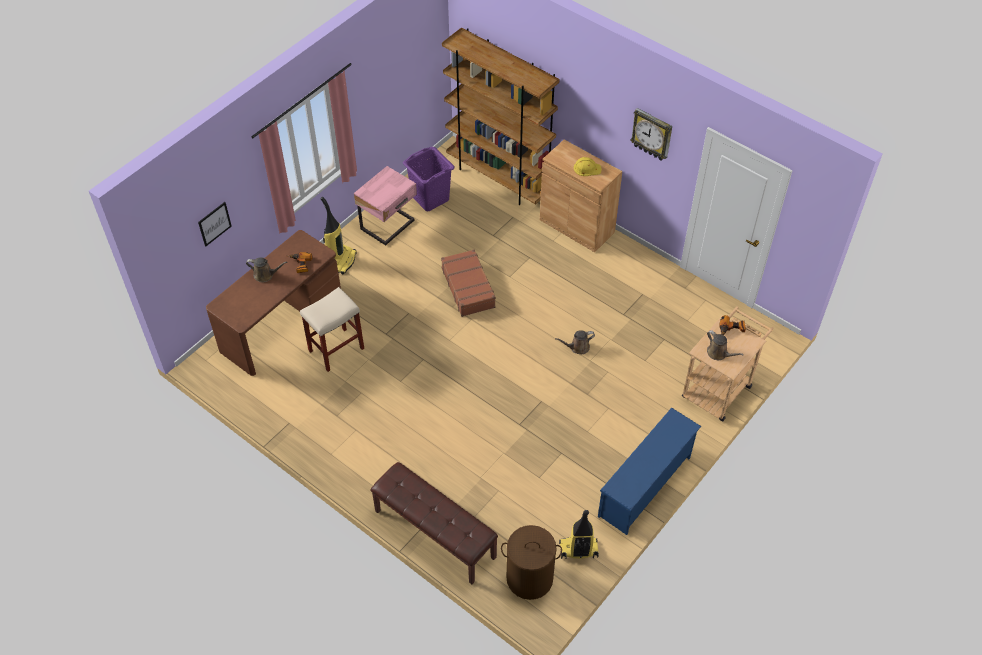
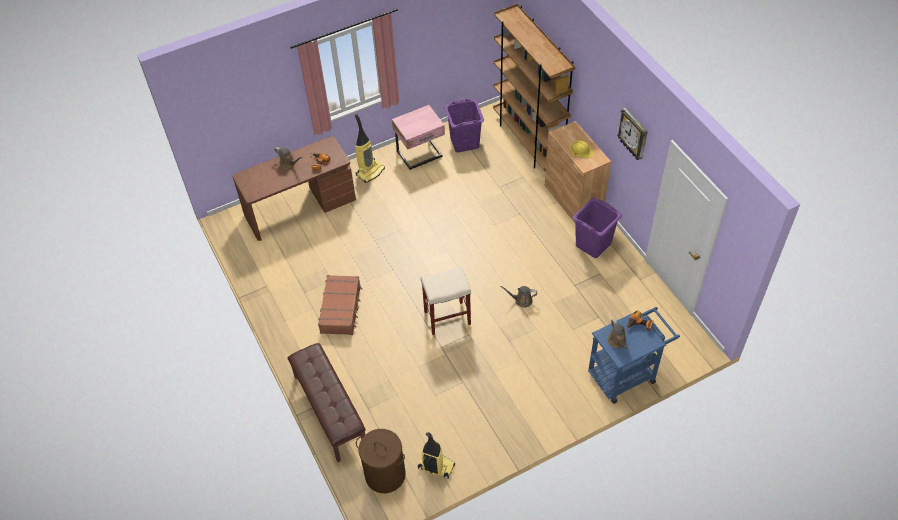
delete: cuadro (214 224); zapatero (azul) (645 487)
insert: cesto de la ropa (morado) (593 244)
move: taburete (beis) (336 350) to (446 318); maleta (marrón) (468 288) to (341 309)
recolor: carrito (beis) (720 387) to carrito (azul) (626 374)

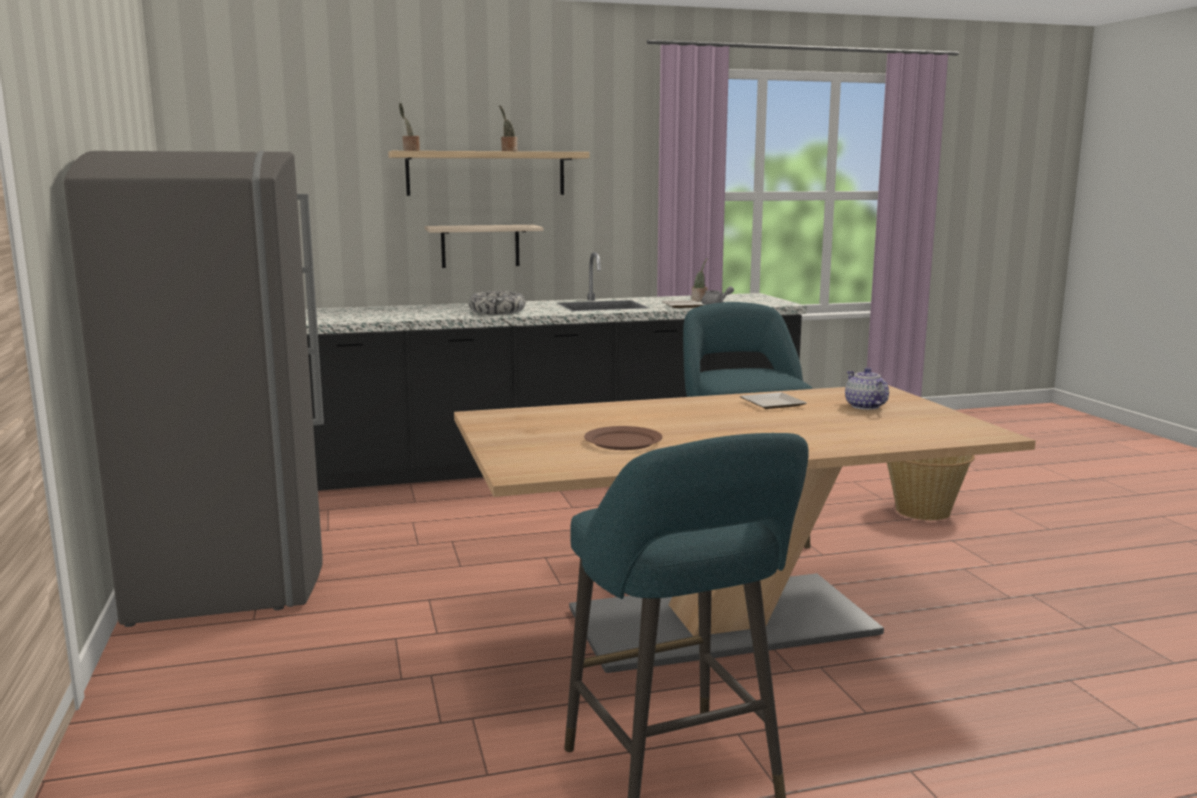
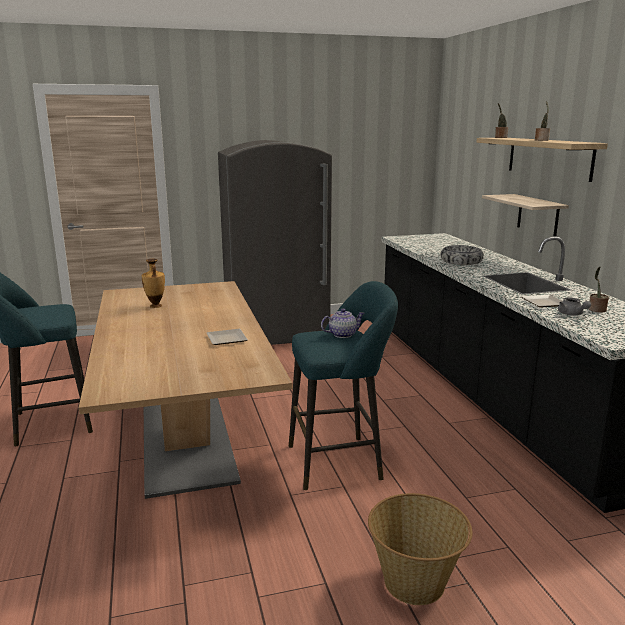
move: tetera (865 406) to (342 334)
replace: plato (marrón) (623 441) to florero (155 306)

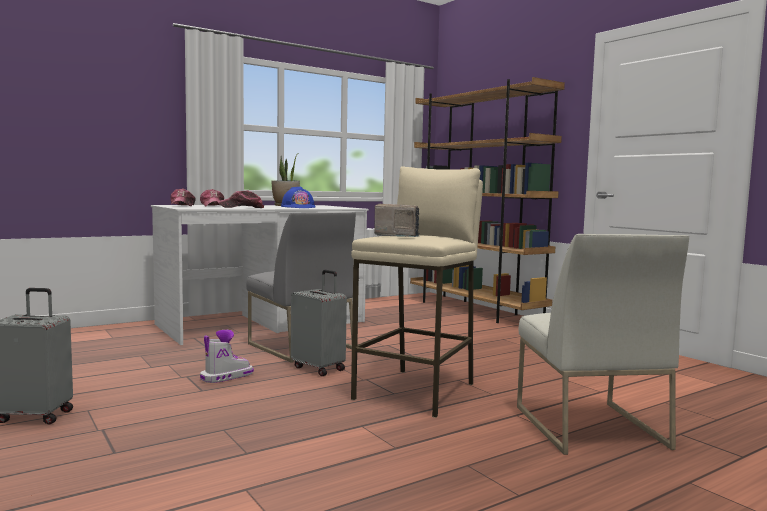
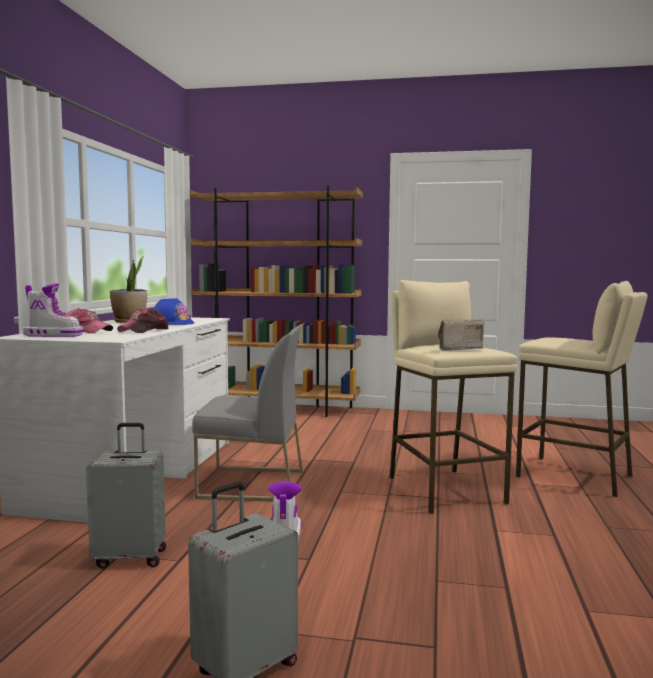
move: maleta (gris) (319 368) to (131 557)
replace: gorra (182 205) to bota (53 335); silla (blanco) (587 426) to taburete (beis) (575 476)

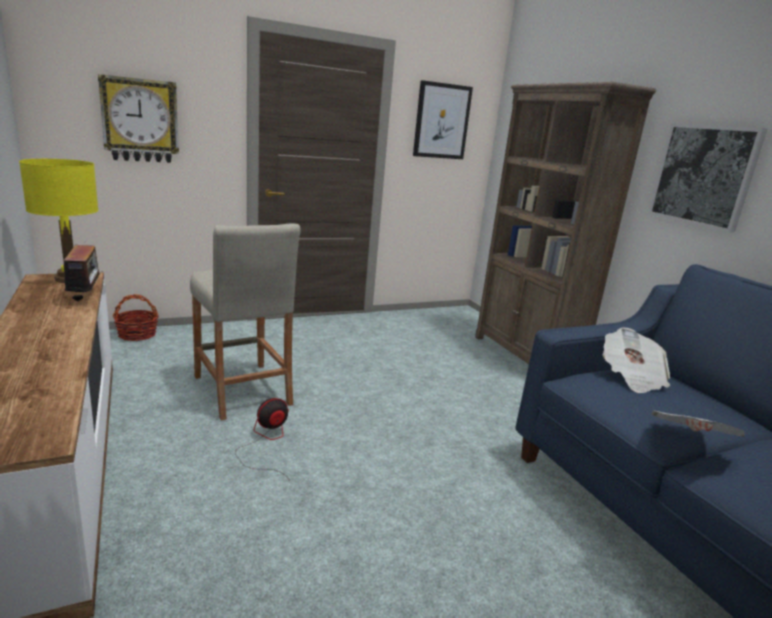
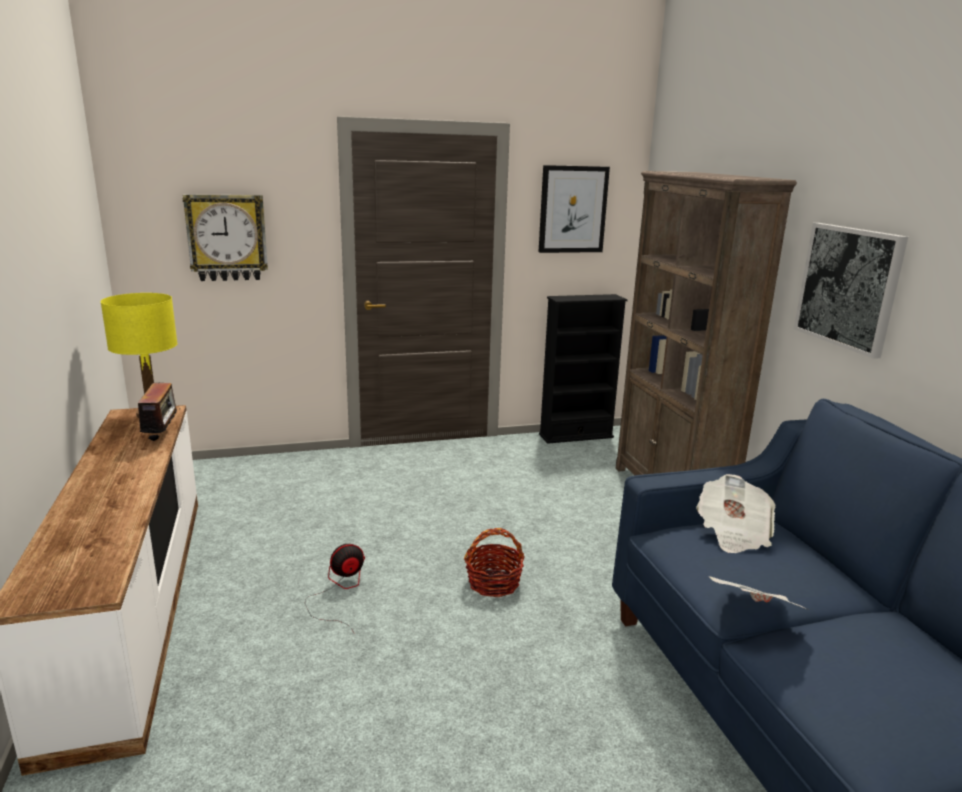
delete: taburete (beis) (242 390)
insert: estantería (negro) (576 436)
move: cesta (137 334) to (494 583)

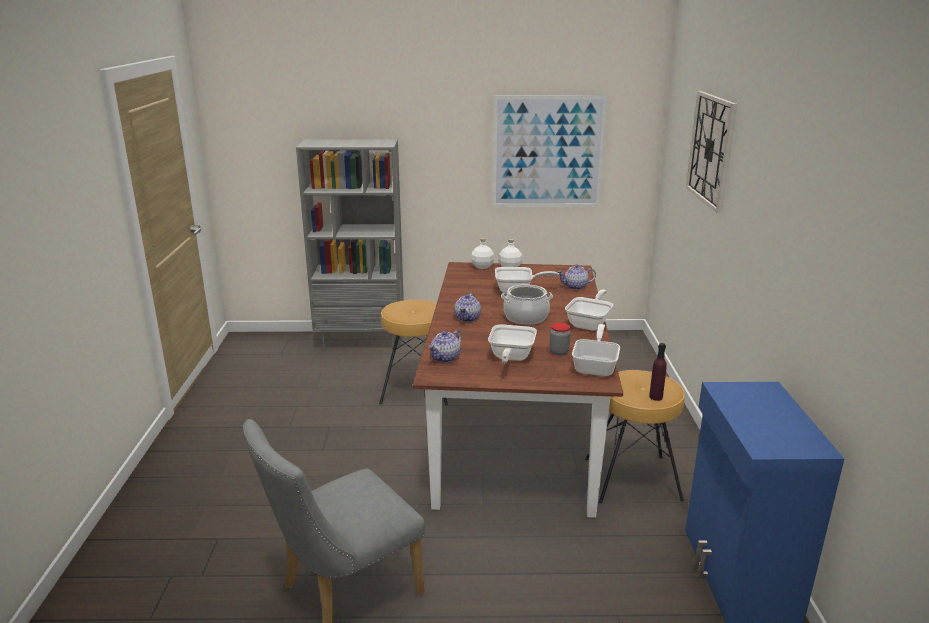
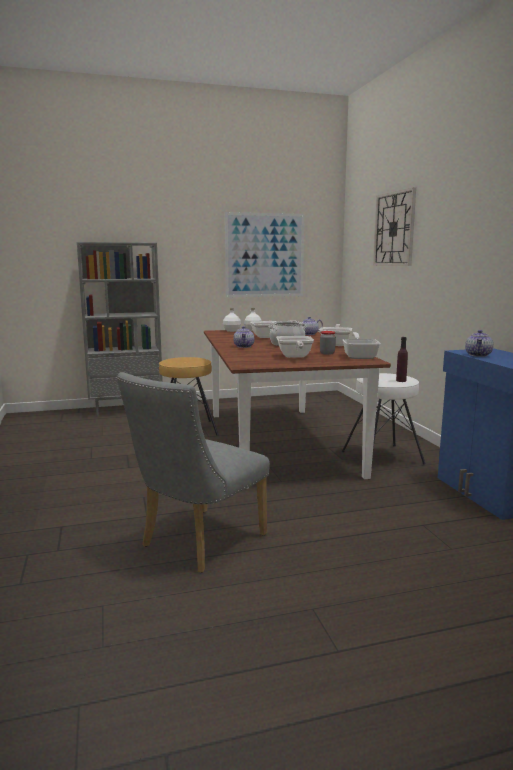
move: tetera (445 358) to (478 355)
recolor: taburete (marrón) (632 479) to taburete (blanco) (382 458)

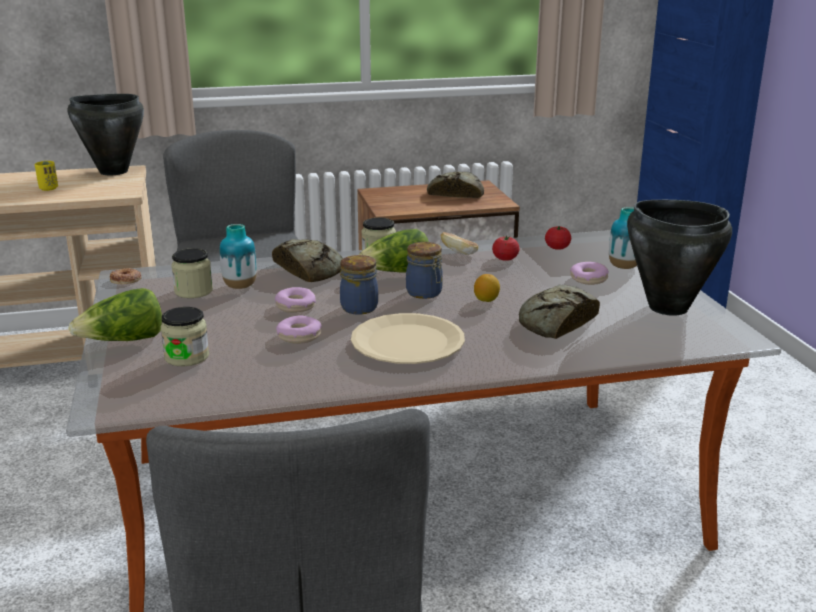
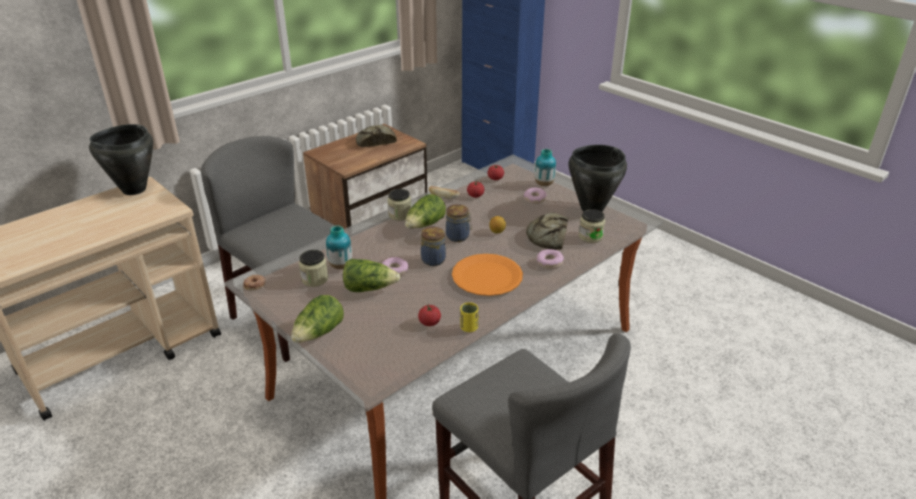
delete: pan (308 269)
insert: lechuga (369 288); tomate (429 322)
move: taza (amarillo) (48 188) to (469 328); tarro (187 357) to (590 236); rosquilla (299 336) to (549 262)
recolor: plato (beis) (407 342) to plato (naranja) (487 276)

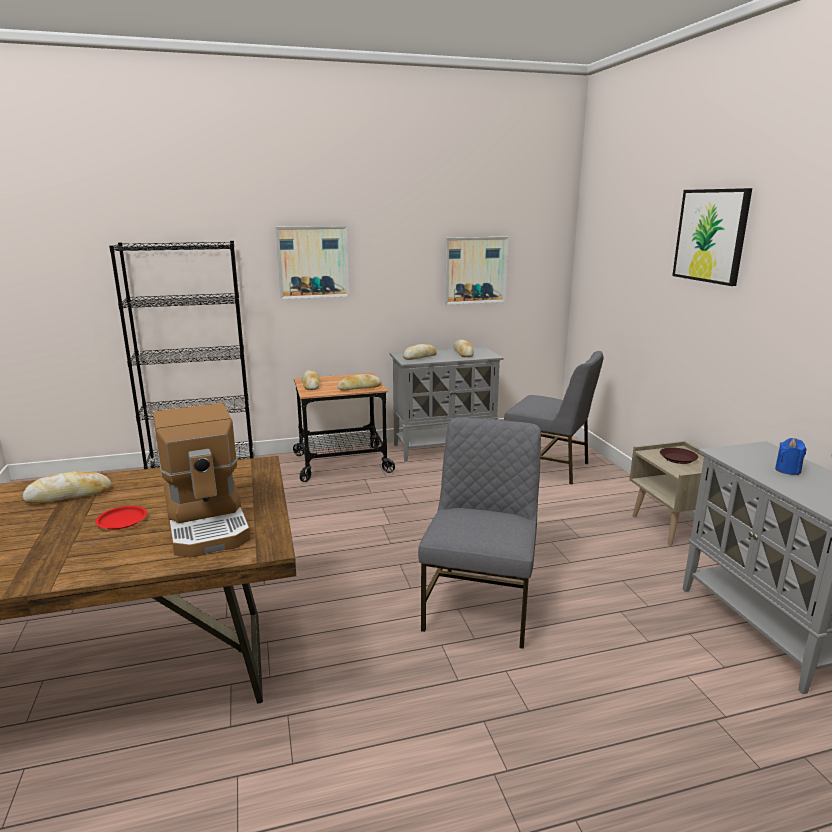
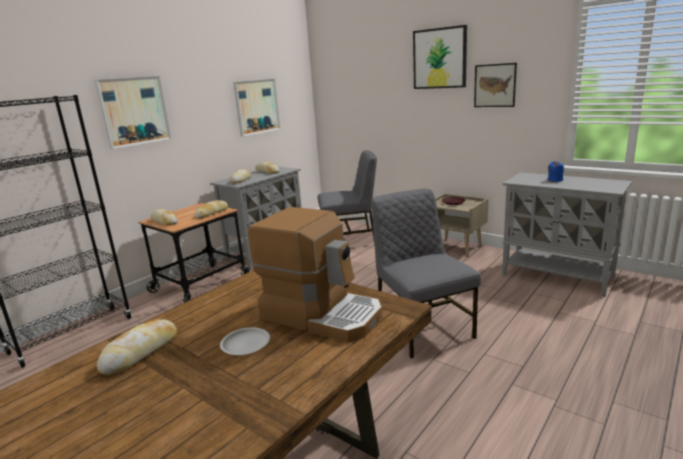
insert: cuadro (495 85)
recolor: plato (rojo) (121 521) to plato (blanco) (245 345)

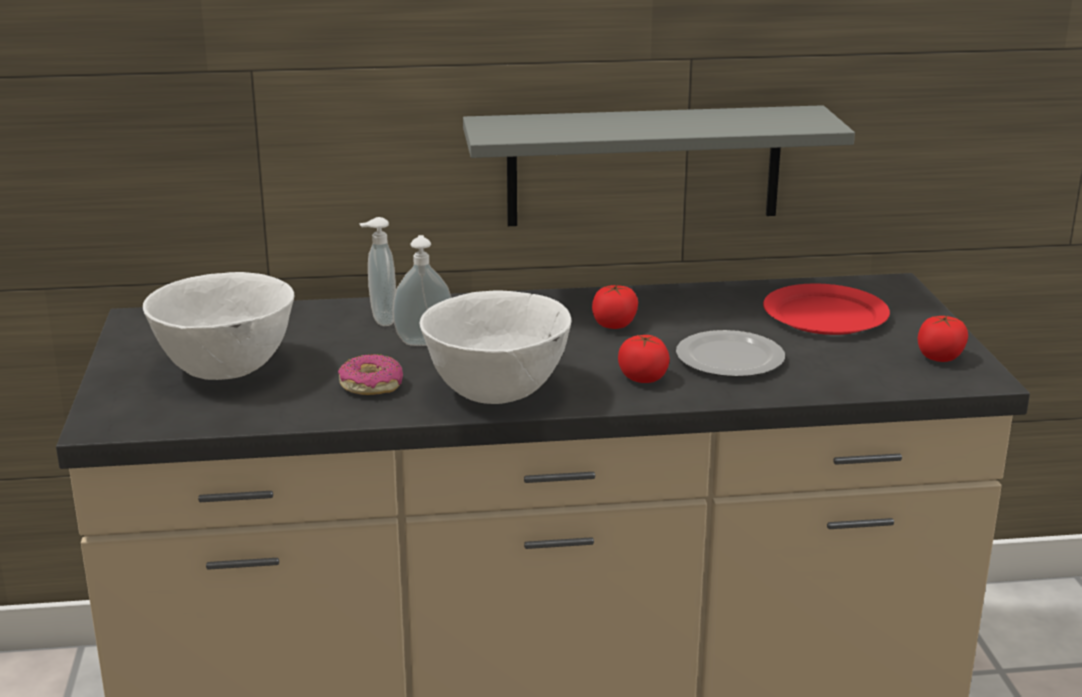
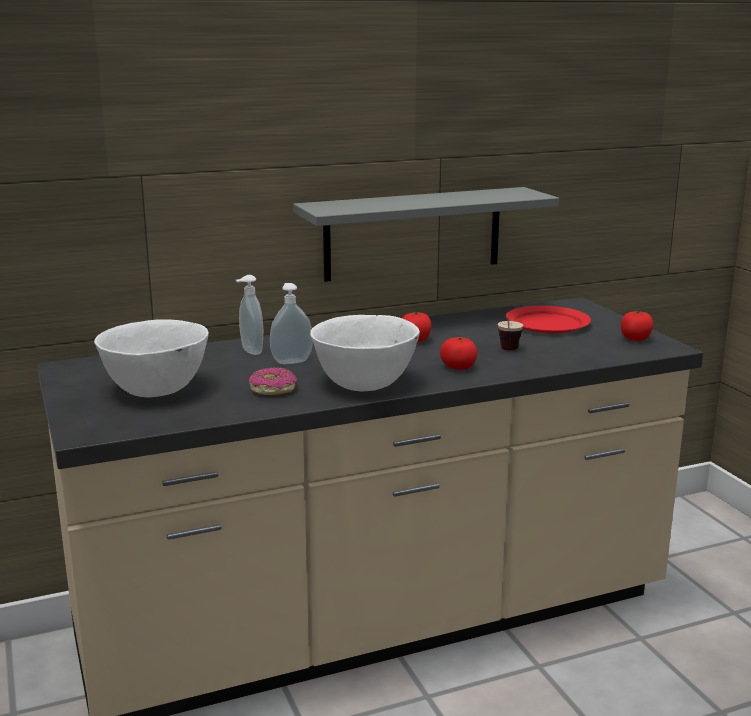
replace: plato (731 359) to taza (507 351)

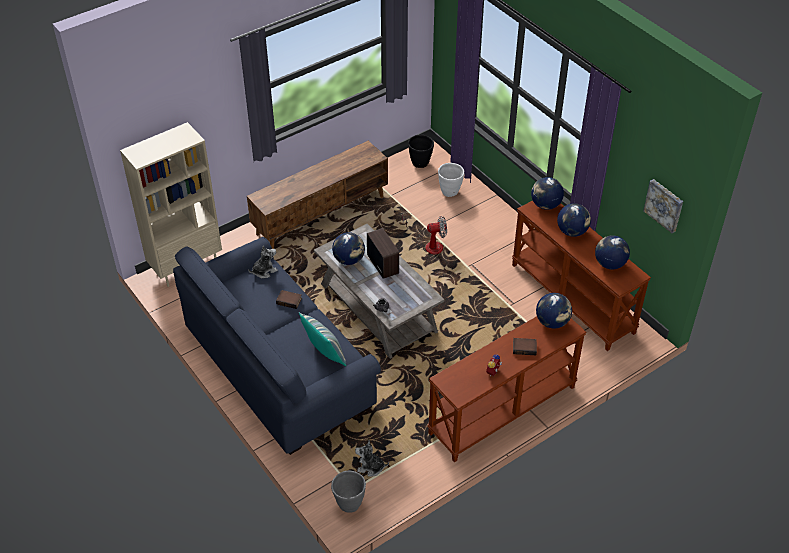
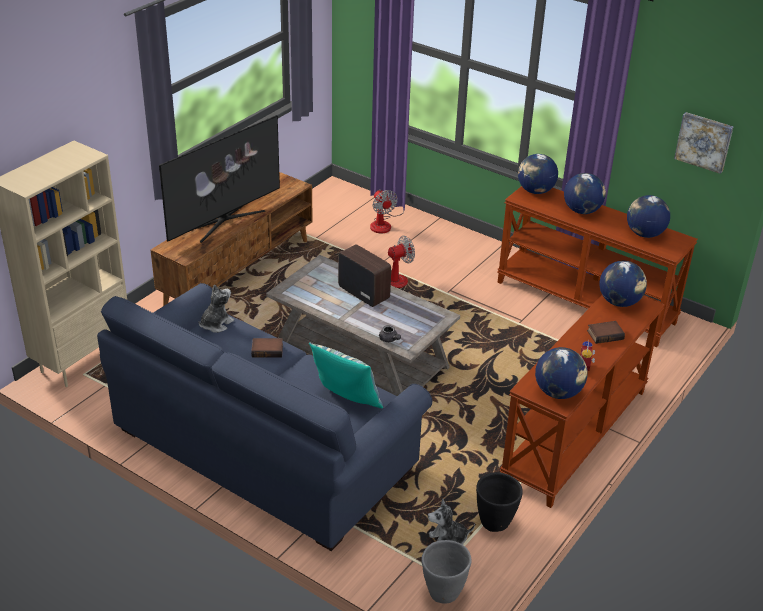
insert: televisor (224 221)
move: globo terráqueo (349 260) to (558 392); maceta (negro) (420 163) to (495 522)
replace: maceta (blanco) (450 192) to ventilador (384 223)

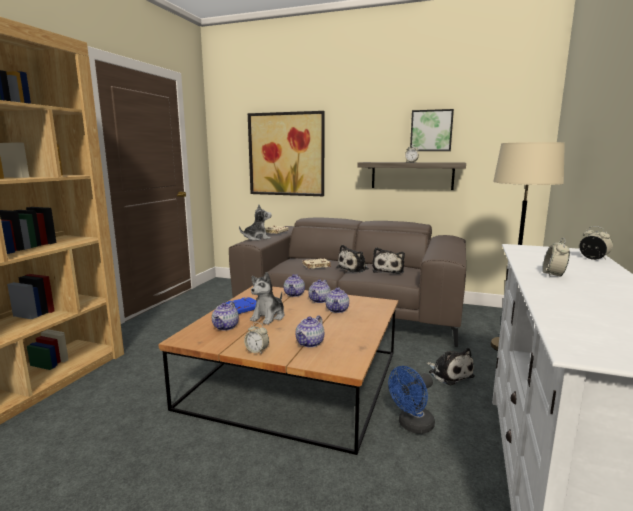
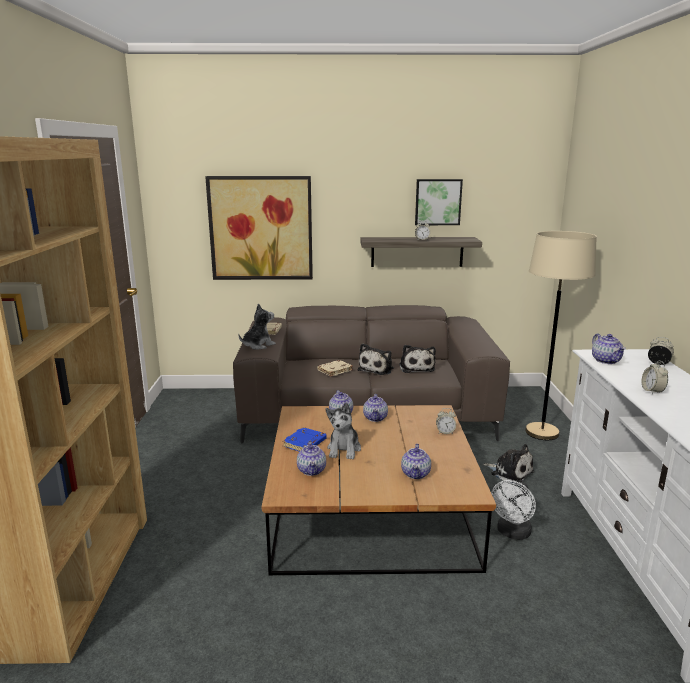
move: despertador (257 351) to (445 432); tetera (337 310) to (606 361)
recolor: ventilador (azul) (412 426) to ventilador (blanco) (512 533)

